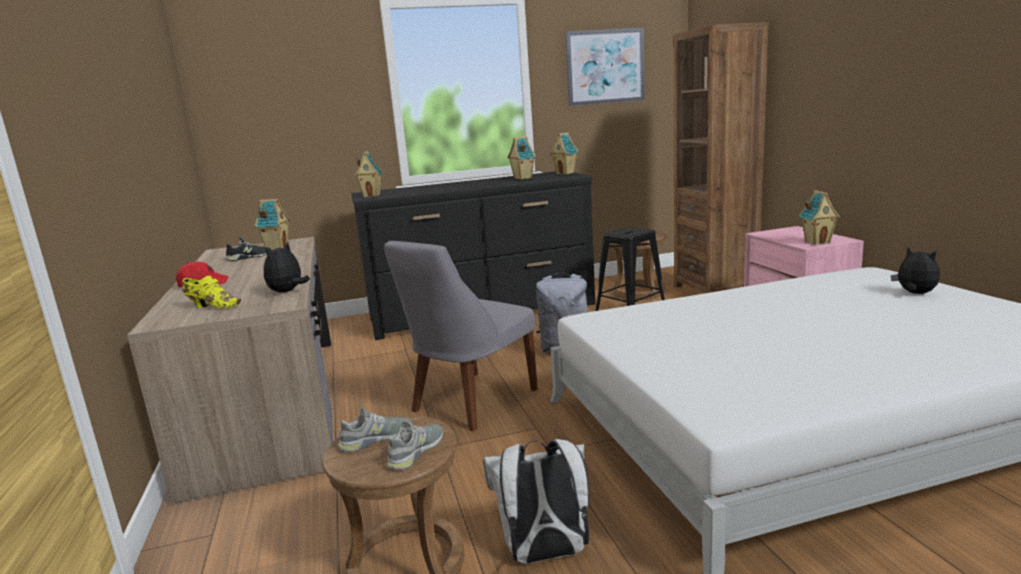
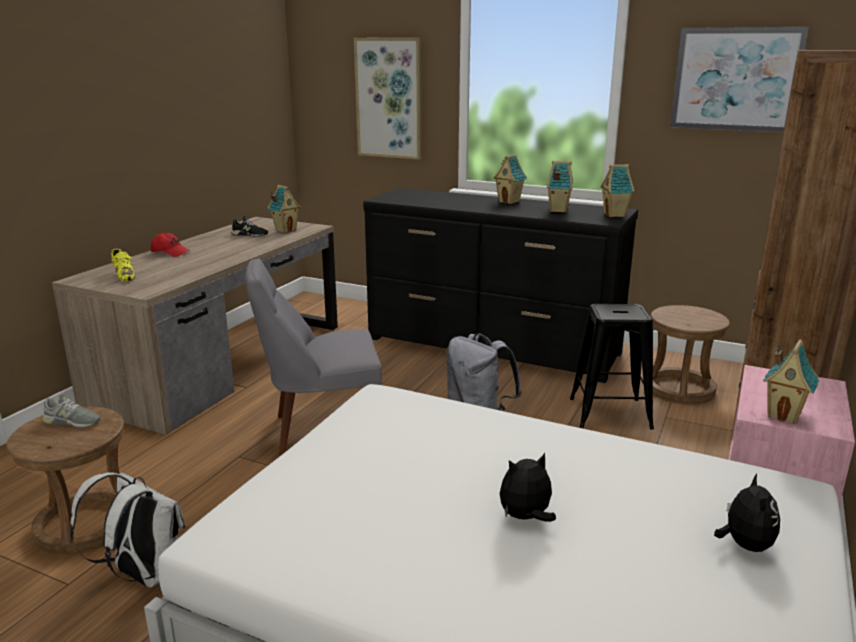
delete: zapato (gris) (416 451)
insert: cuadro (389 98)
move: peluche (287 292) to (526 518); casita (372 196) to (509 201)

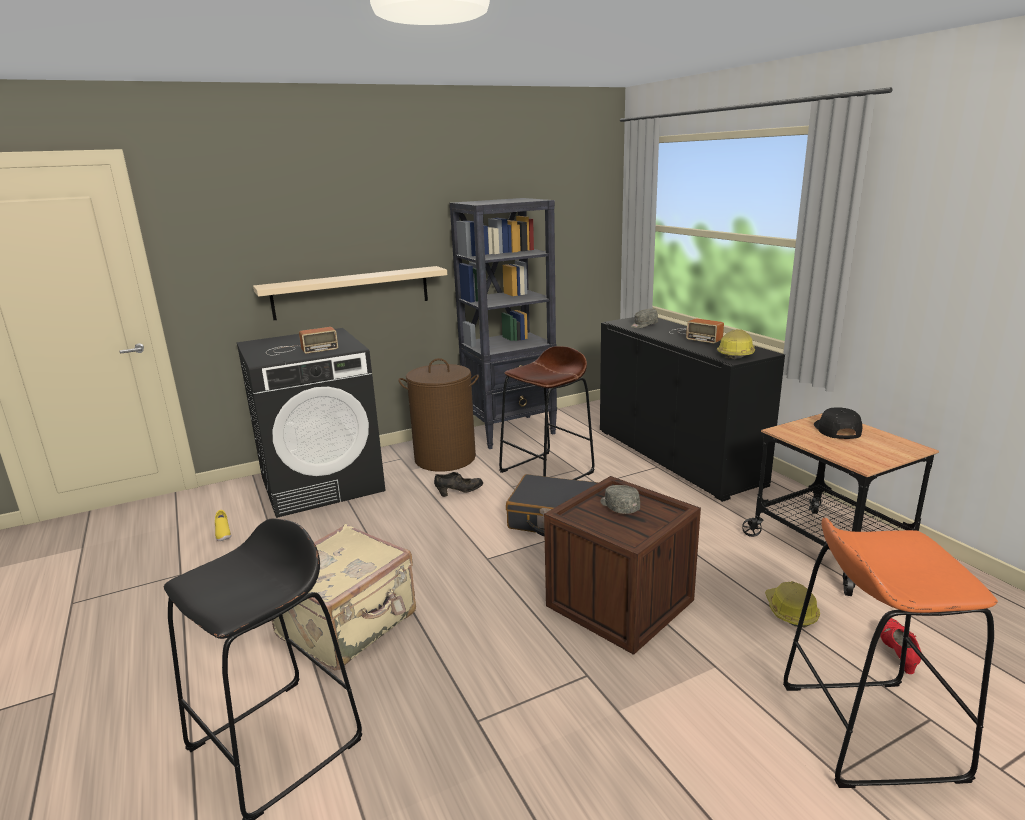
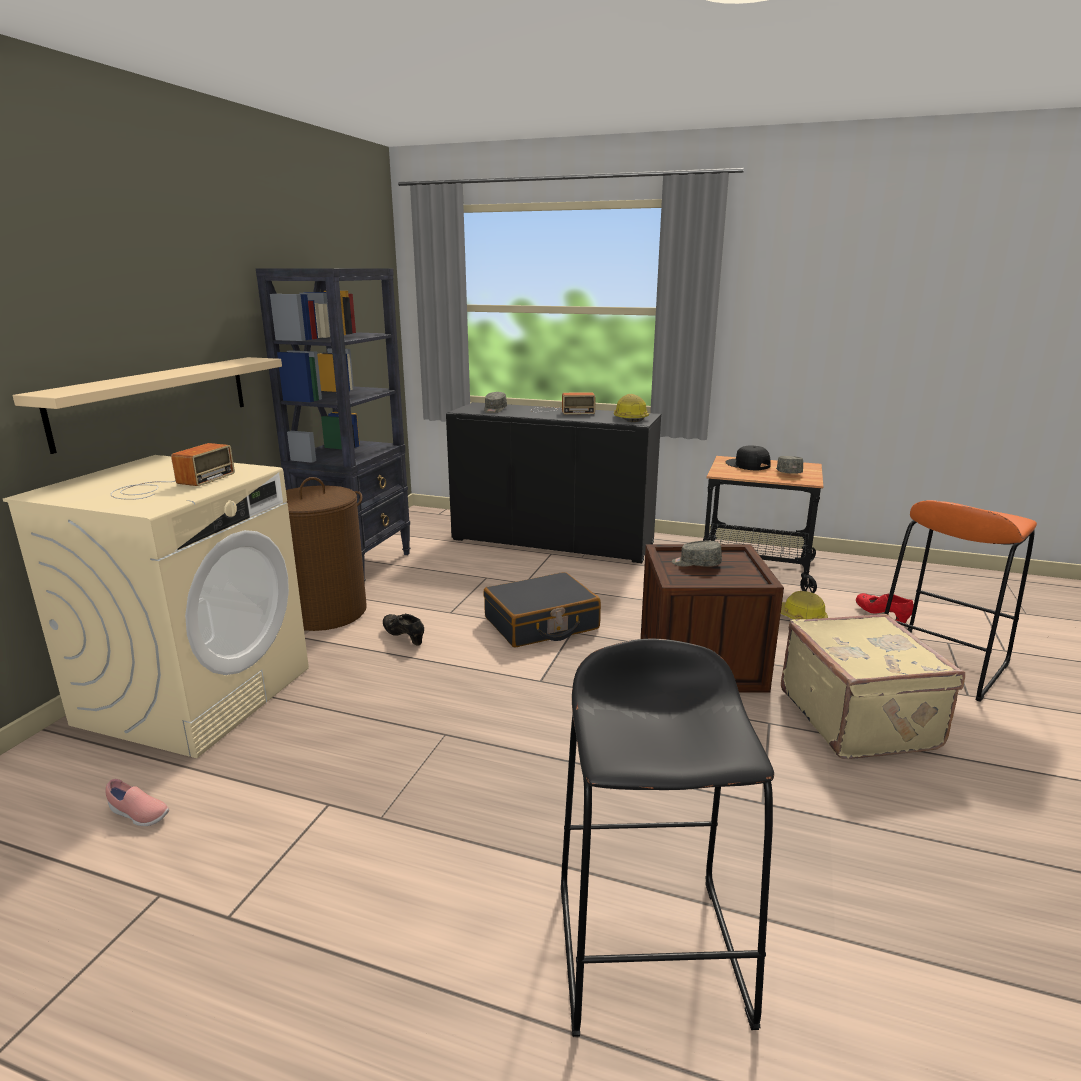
delete: taburete (marrón) (547 472)
insert: gorra (gris) (787 472)
move: maleta (beis) (349 625) to (859 718)
recolor: zapato (amarillo) (223 534) to zapato (rosa) (138 814); lavadora (negro) (322 483) to lavadora (beis) (197 694)
rotate: zapato (negro) (459 492) = (404 637) 75 degrees counterclockwise

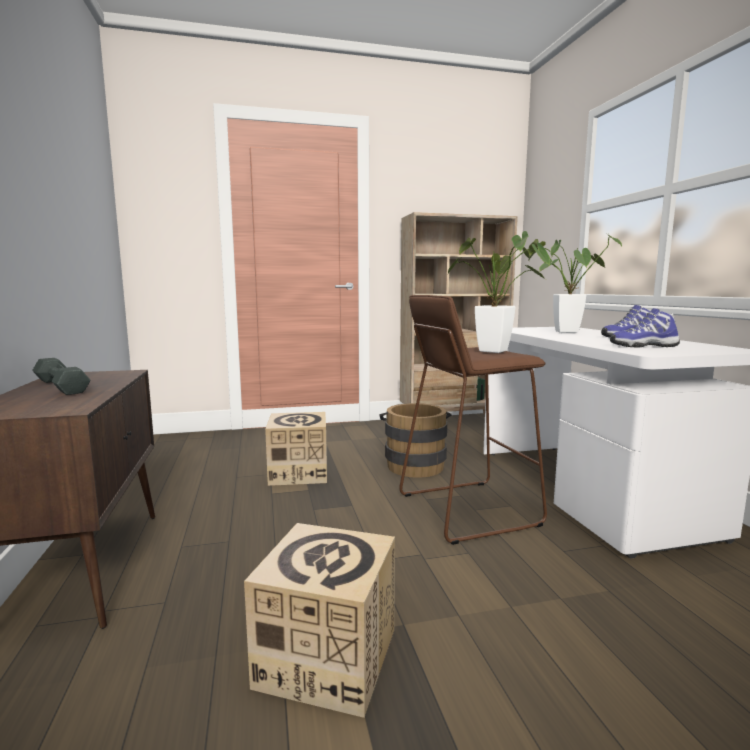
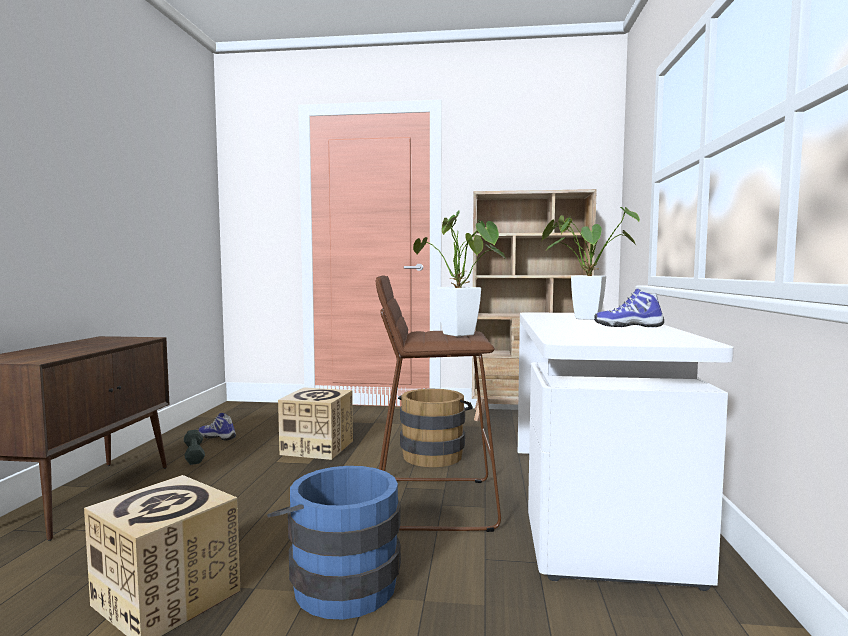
insert: cubo (azul) (339 582)
move: mancuerna (gris) (61 386) to (194 453); zapato (642 346) to (218 437)

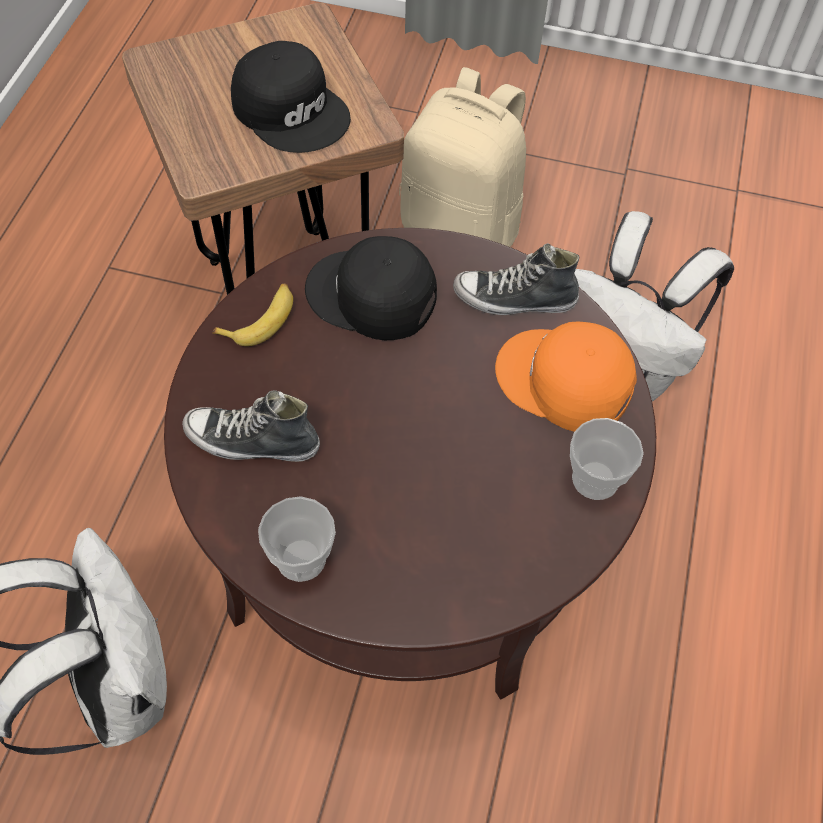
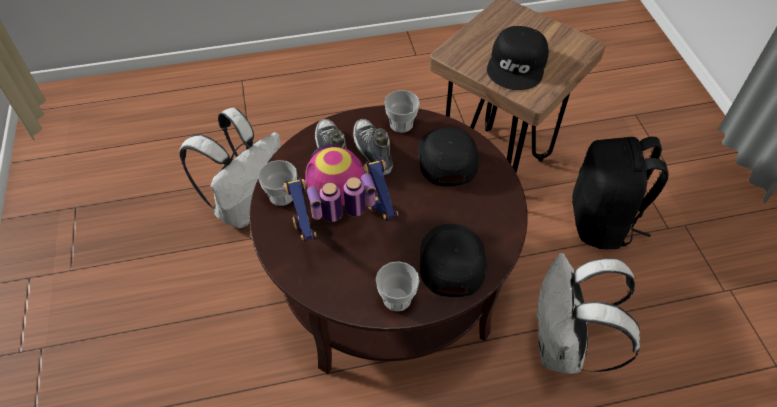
insert: robot de juguete (341 227)
move: zapato (514 299) to (372 151)
replace: plátano (261 319) to taza (401 124)
recolor: mochila (beis) (462 227) to mochila (negro) (602 222); gorra (naranja) (564 382) to gorra (negro) (451 261)

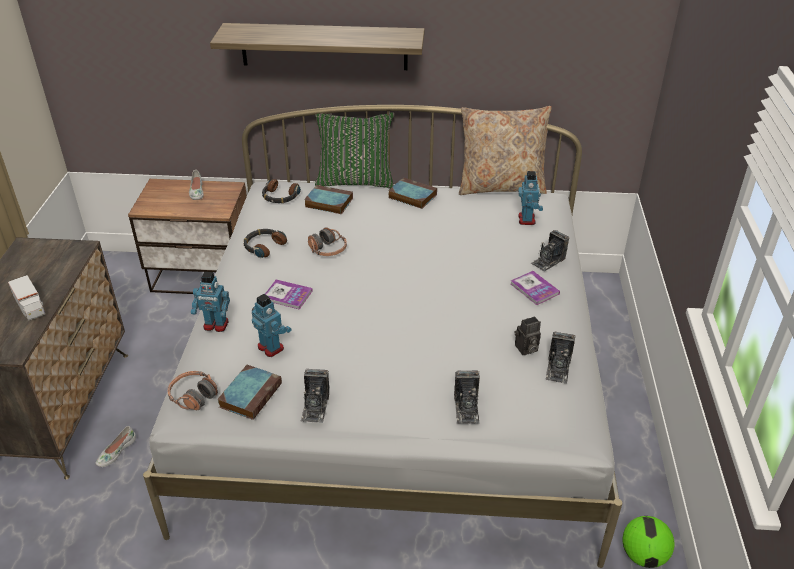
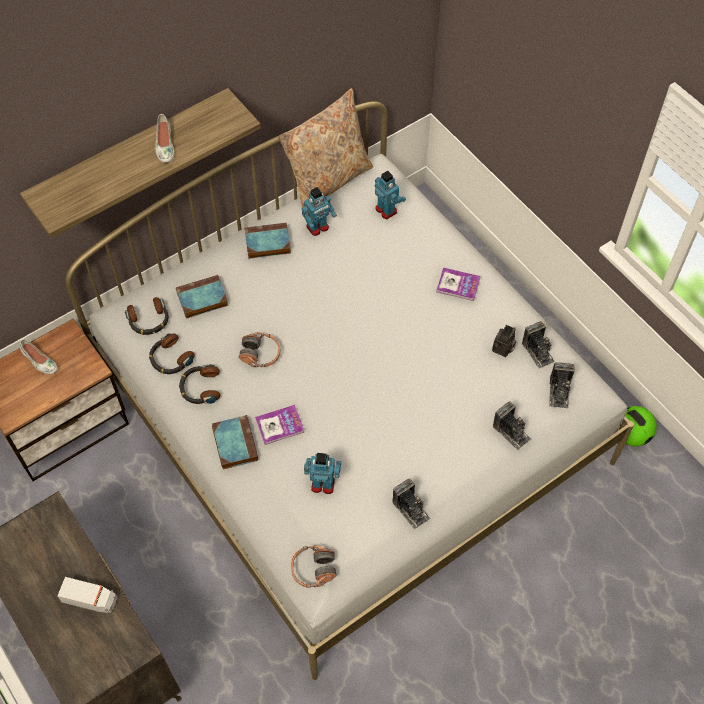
delete: cojín (verde) (355 181)
insert: auriculares (170 358)
move: zapato (blanco) (116 451) to (164 145); robot de juguete (215 325) to (318 227); libro (251 394) to (234 443); cámara (548 261) to (559 392)

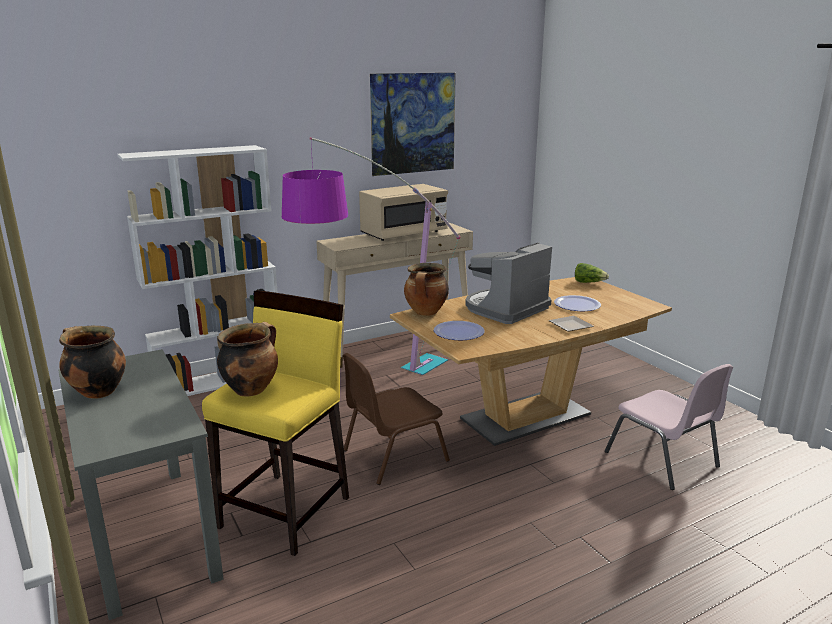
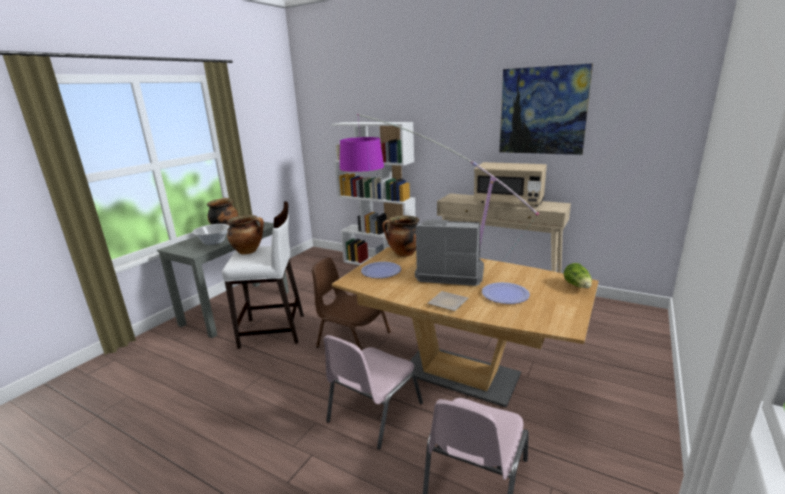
insert: olla (213 242); silla (rosa) (373 412)
recolor: taburete (amarillo) (287 511) to taburete (blanco) (273 331)

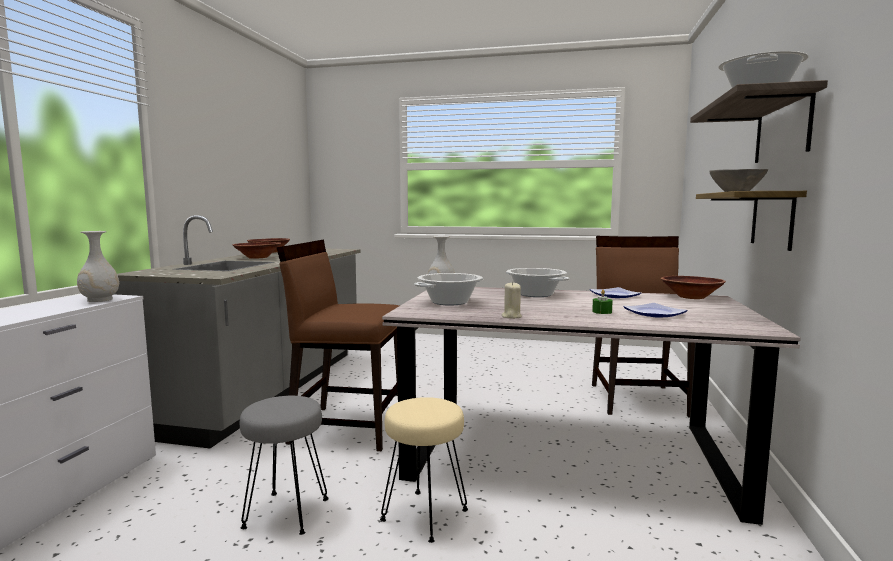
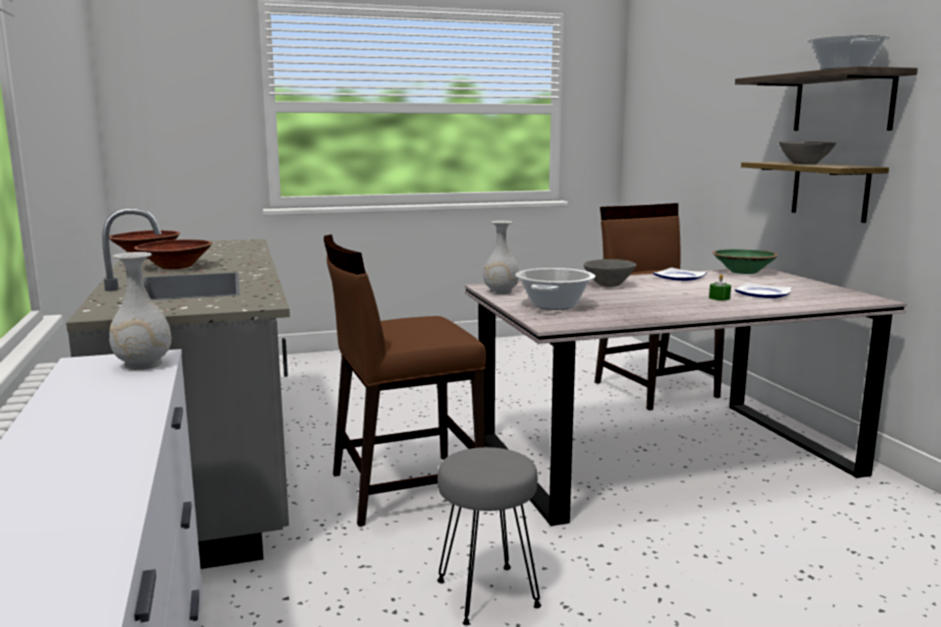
delete: taburete (beis) (425 516); vela (beis) (511 316)
replace: olla (535 294) to cuenco (gris) (608 285)
recolor: cuenco (marrón) (691 297) to cuenco (verde) (743 272)

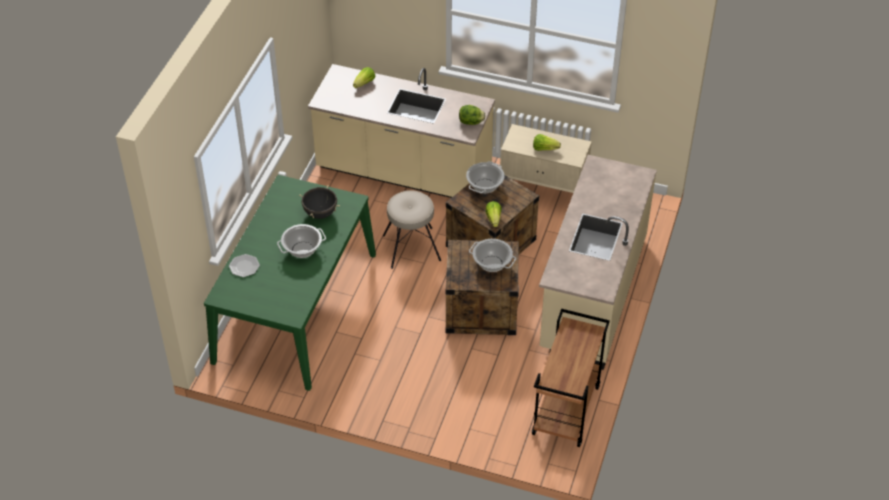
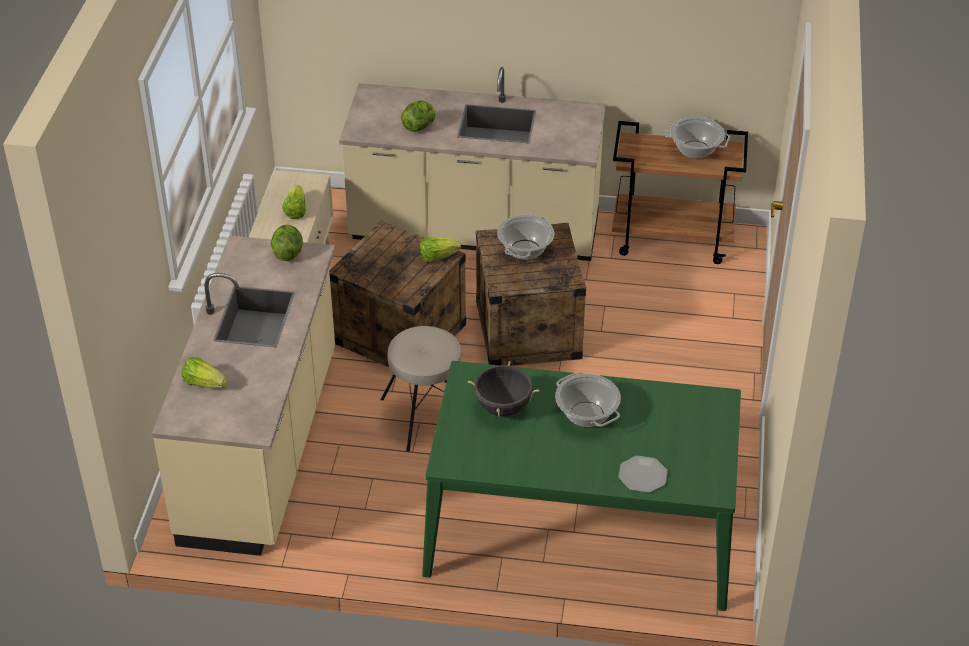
insert: lechuga (419 127)
move: olla (485 186) to (695 150)

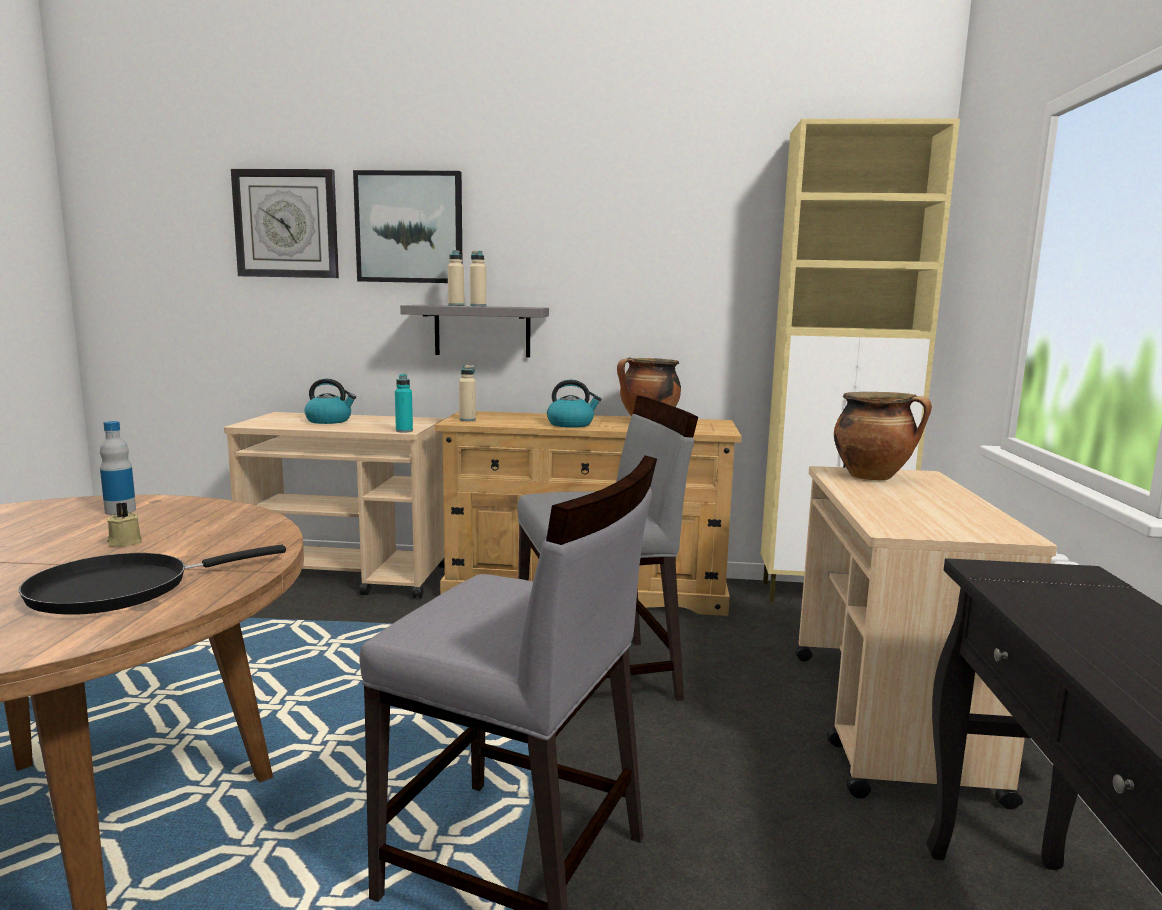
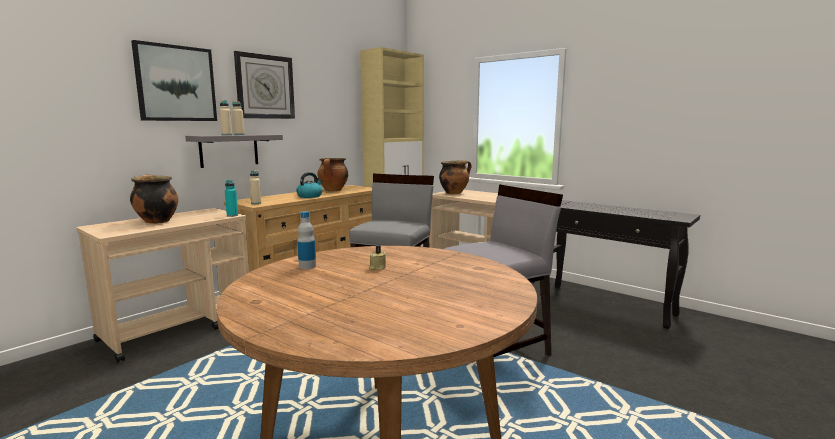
delete: sartén (negro) (122 589)
move: reloj de pared (286 224) to (265 87)
replace: hervidor (329 421) to olla (156 221)

